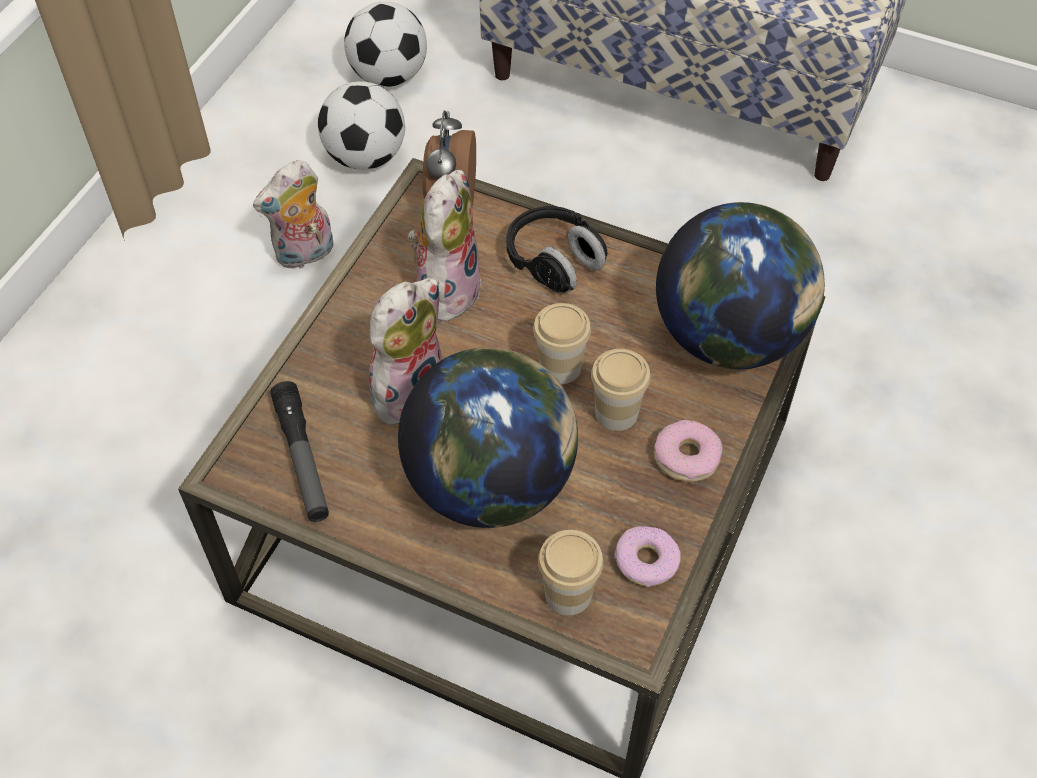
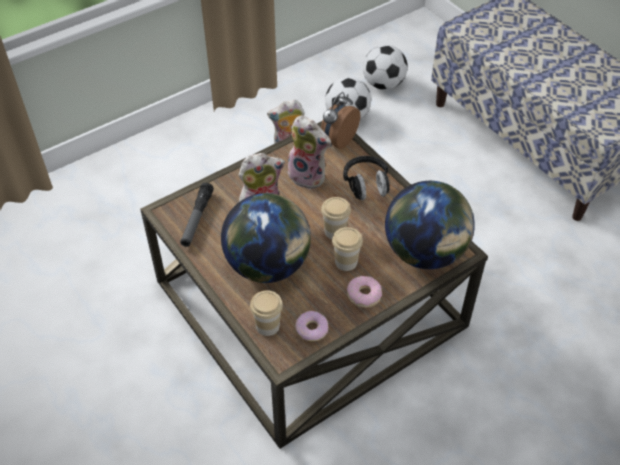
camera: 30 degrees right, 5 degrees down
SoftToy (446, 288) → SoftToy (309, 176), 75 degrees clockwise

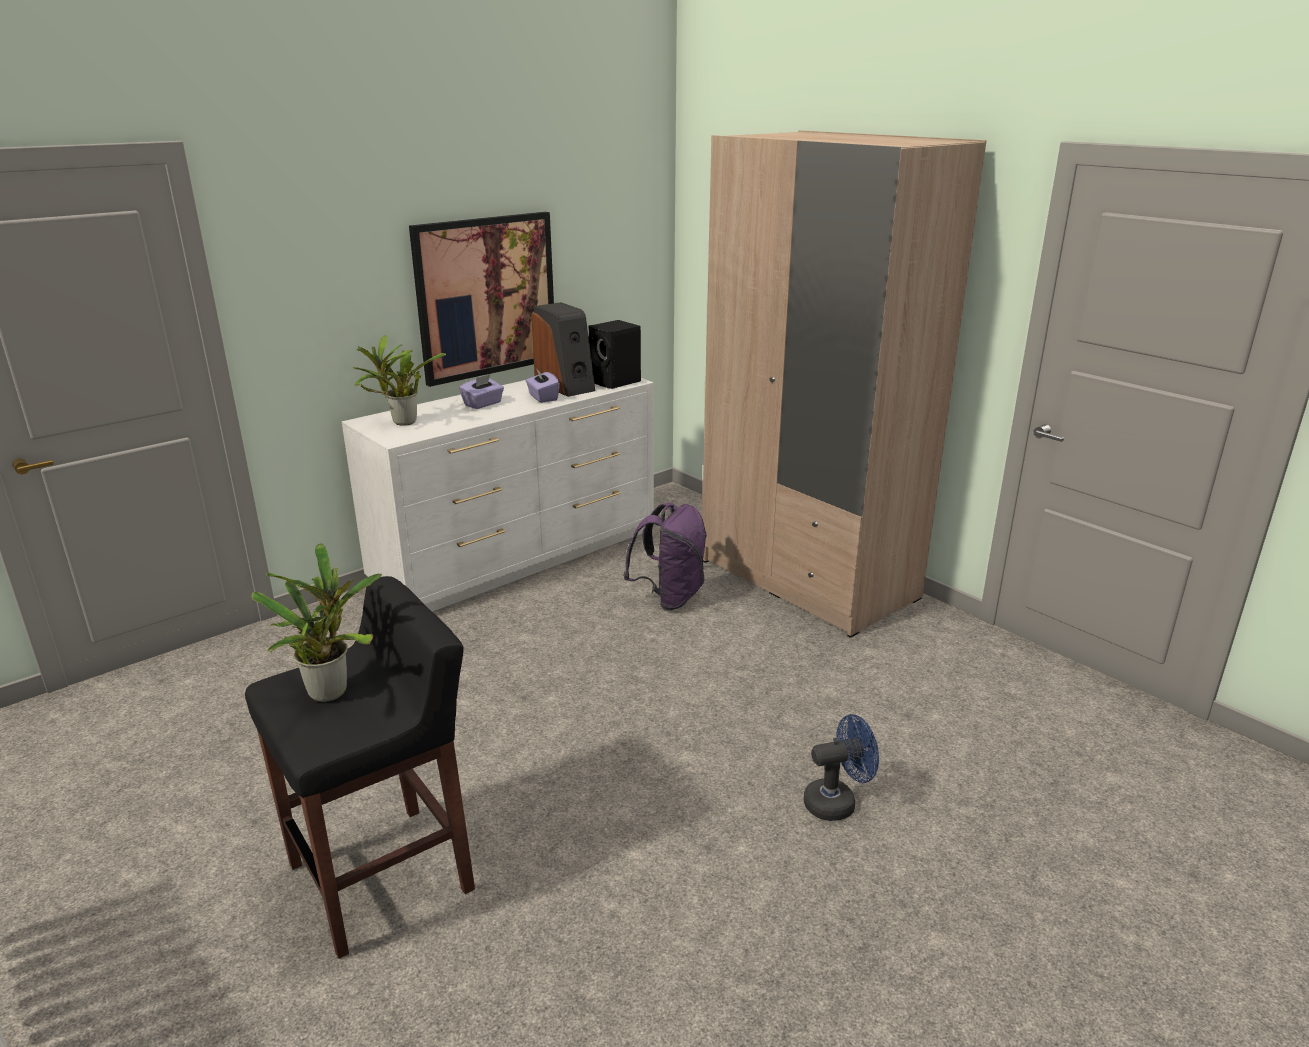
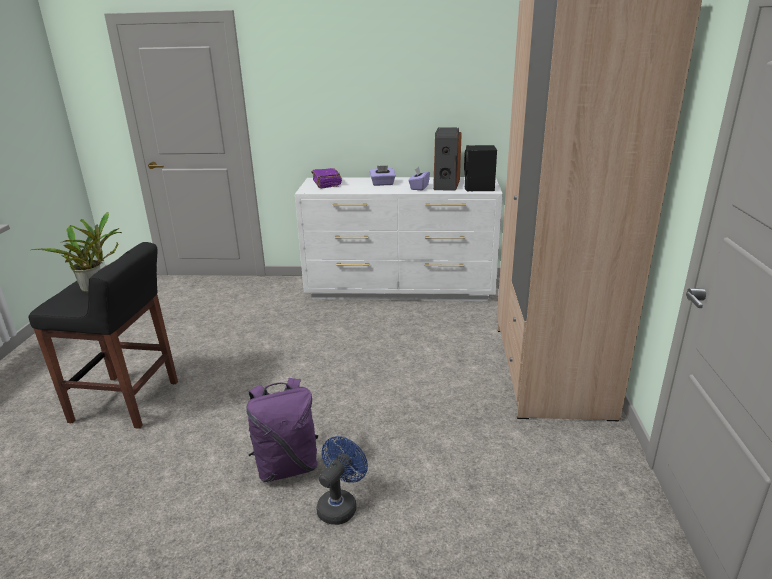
camera: 45 degrees right, 0 degrees up
WallArt (486, 297) → -
PlantInAPot (401, 423) → PurplishBoundBook (326, 184)
PurplishRucksack (670, 597) → PurplishRucksack (287, 466), move
BlueFan (837, 802) → BlueFan (340, 505), 90 degrees counterclockwise

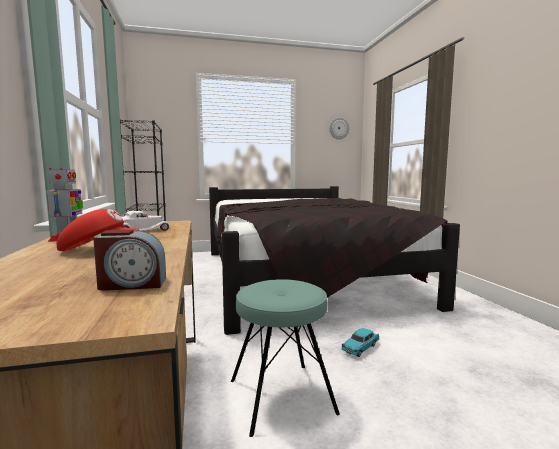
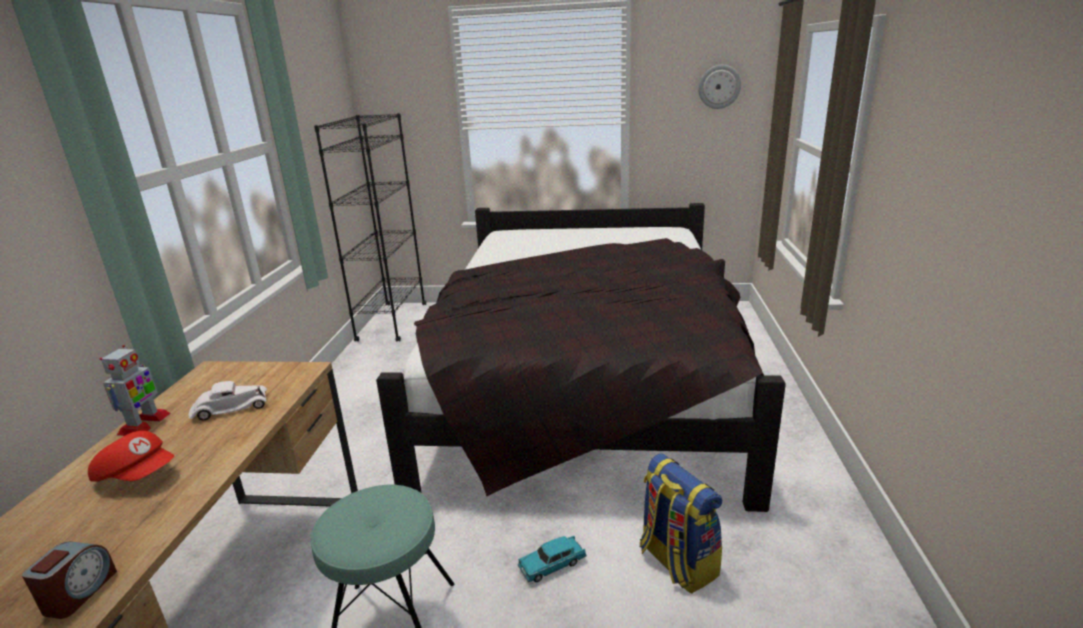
camera: 20 degrees right, 15 degrees up
TableClock (132, 284) → TableClock (79, 593), 90 degrees counterclockwise
- → Rucksack (676, 562)

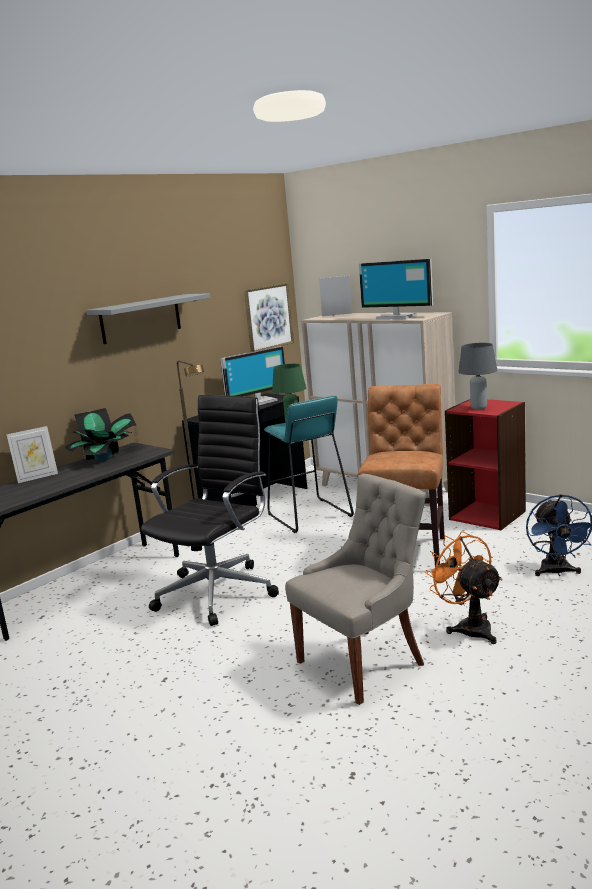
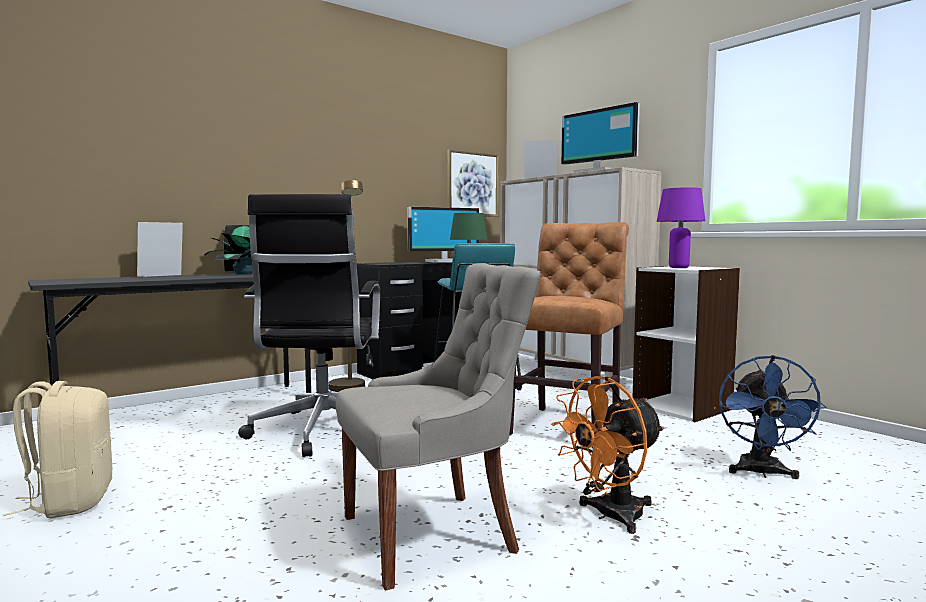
camera: 10 degrees right, 10 degrees down
GrayShelf (141, 318) → -
GrayLampForATable (478, 408) → PurplishLampForATable (678, 267)
BlackishOfficeChair (219, 591) → BlackishOfficeChair (321, 432), 135 degrees clockwise
ReddishBookshelf (488, 515) → WhitishBookshelf (682, 407)
StandingFrame (37, 477) → StandingFrame (161, 276), 150 degrees clockwise
OrangeyFan (469, 627) → OrangeyFan (610, 516), 105 degrees counterclockwise
- → BeigeRucksack (70, 502)

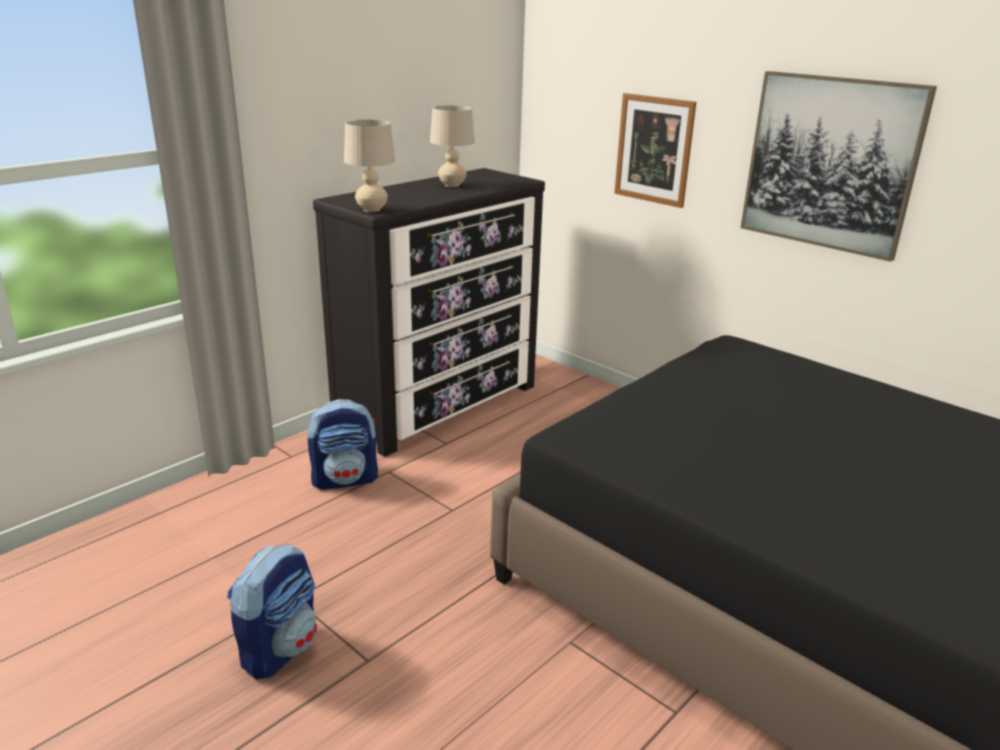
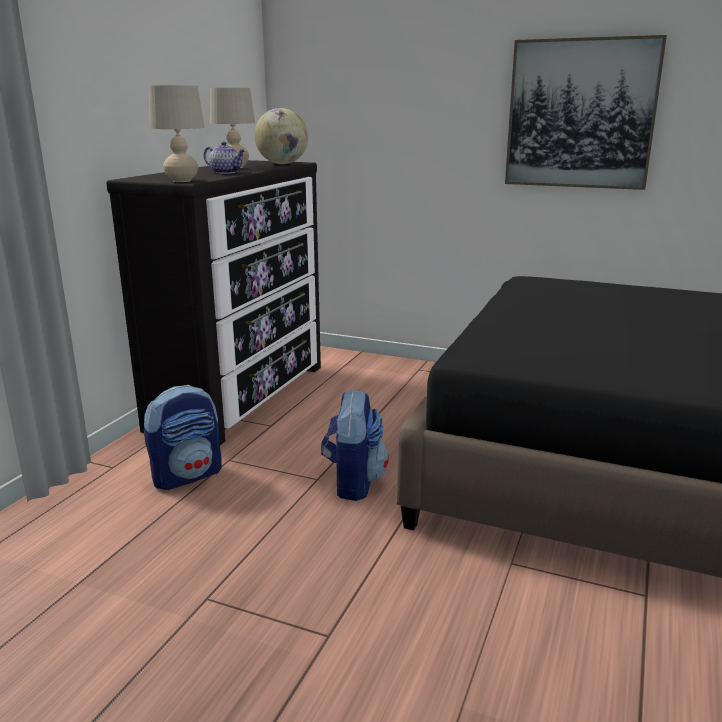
camera: 20 degrees left, 5 degrees down
WallArt (654, 150) → -
Rucksack (279, 648) → Rucksack (353, 482), move
- → Globe (282, 164)
- → Teapot (226, 172)

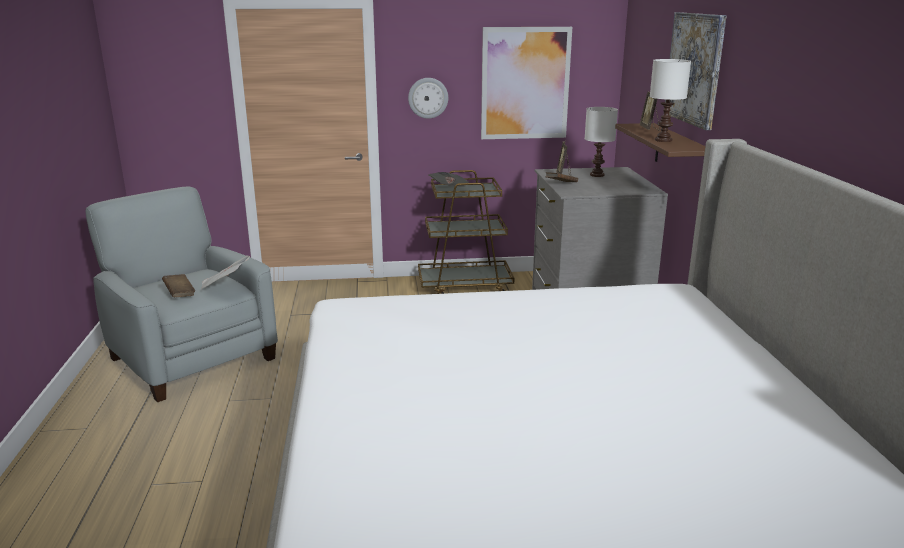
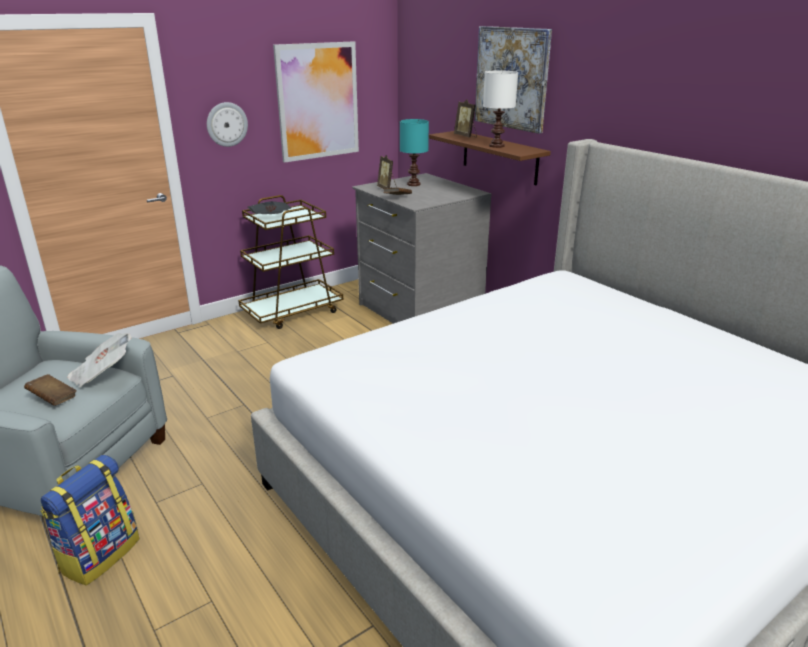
camera: 30 degrees left, 5 degrees up
WhitishLampForATable (596, 175) → TurquoiseLampForATable (413, 184)
- → Rucksack (100, 554)

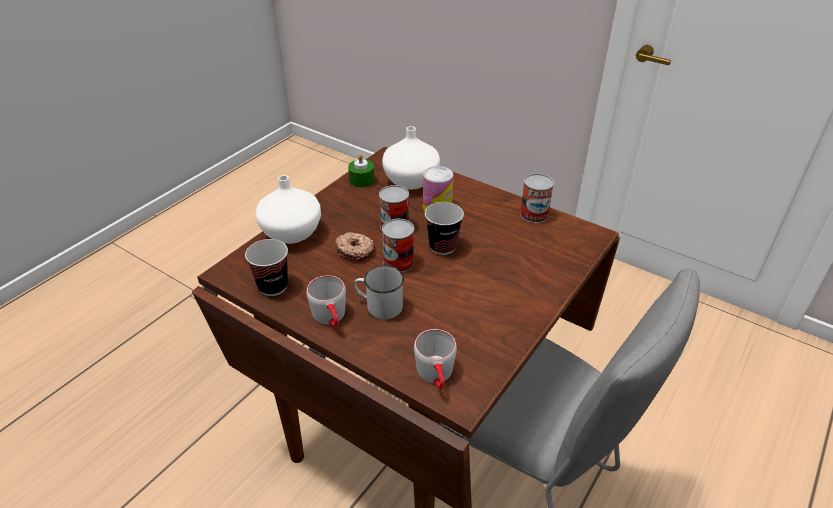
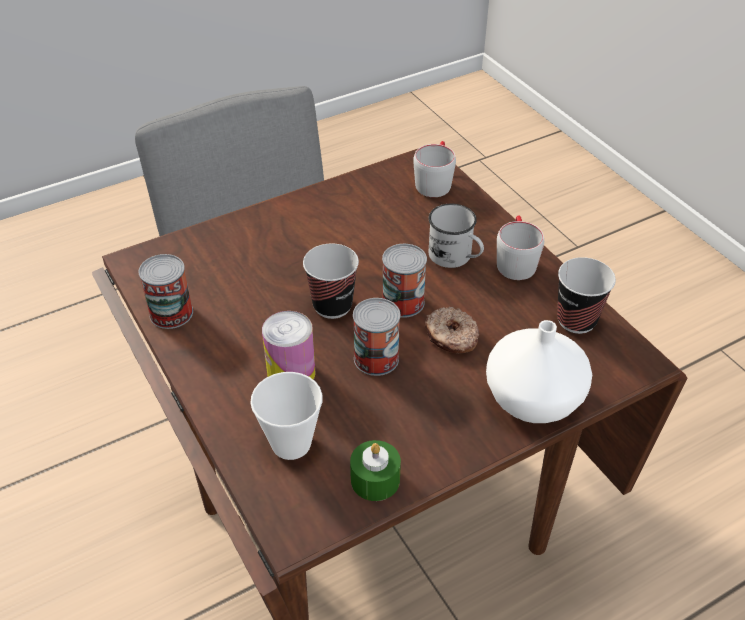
camera: 155 degrees left, 5 degrees up
WhitishFlowerVase (412, 181) → DrinkingCup (291, 443)

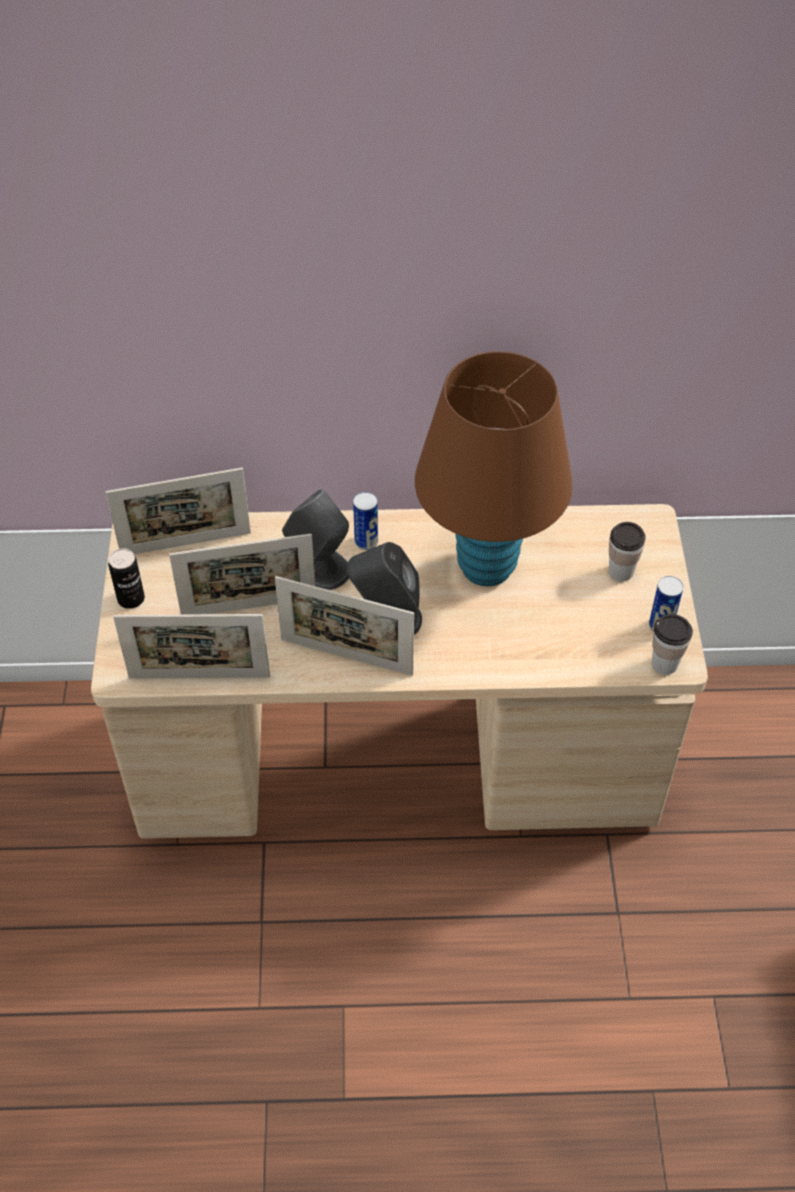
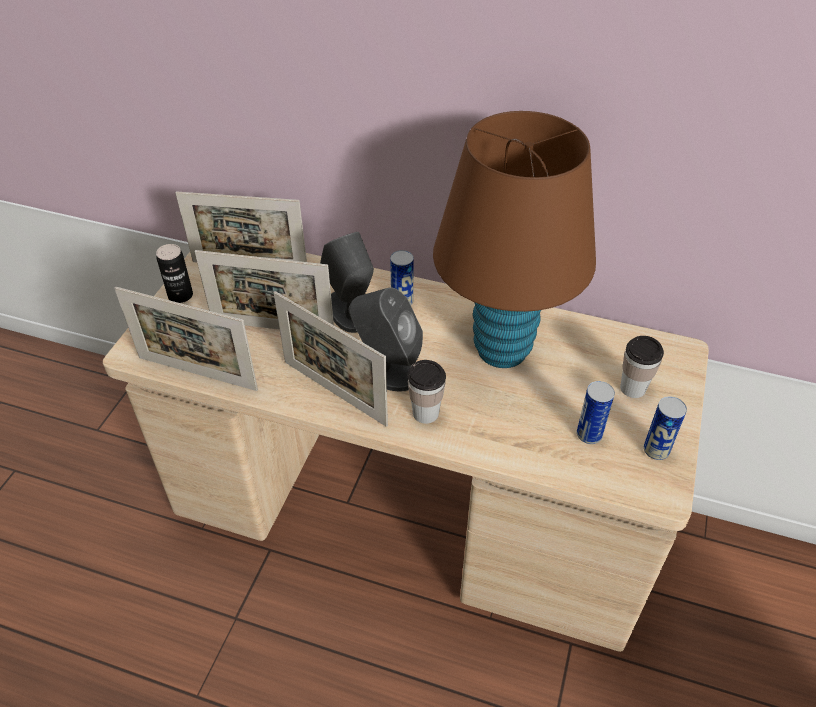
camera: 20 degrees right, 5 degrees down
DrinkingCup (664, 664) → DrinkingCup (425, 413), move
- → SealedCan (589, 434)

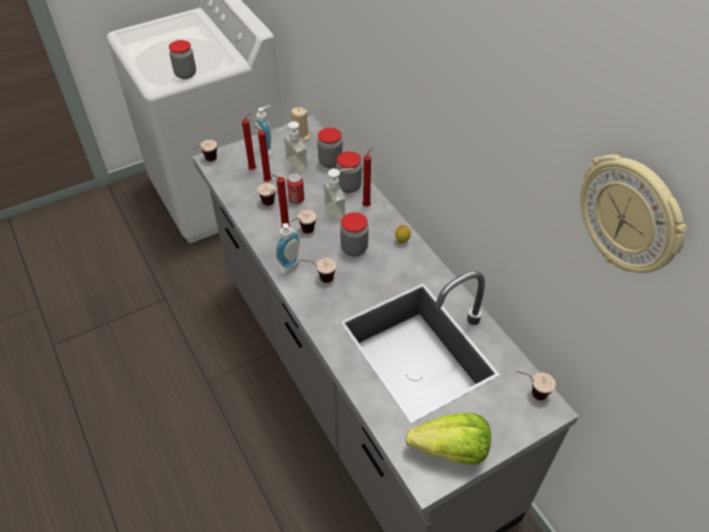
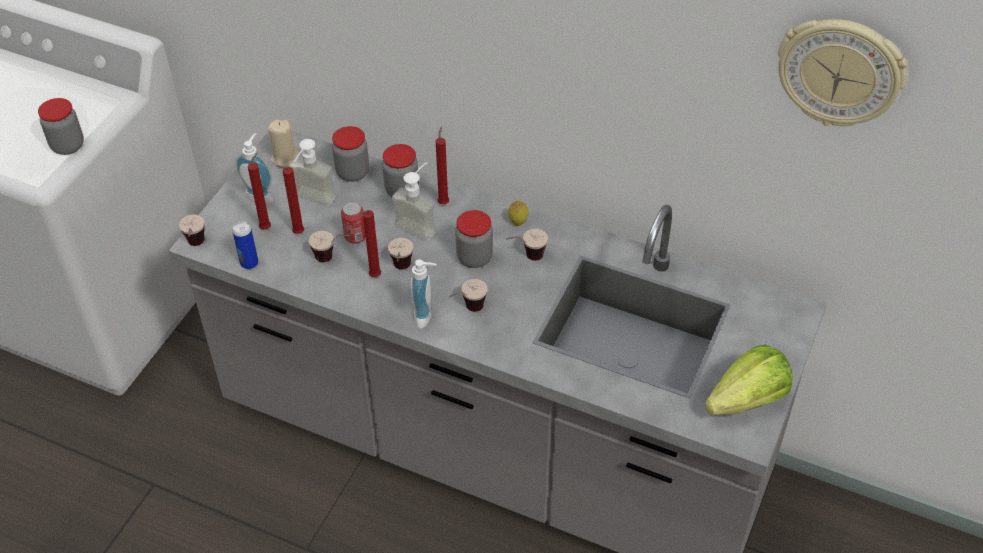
camera: 35 degrees left, 0 degrees up
DrinkingCup (529, 393) → DrinkingCup (525, 258), move
- → SealedCan (249, 263)

